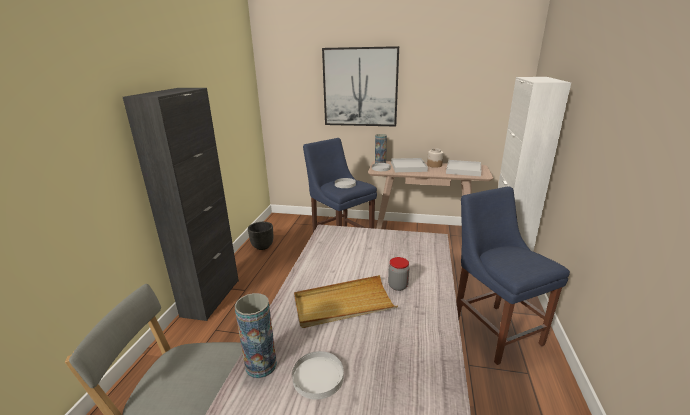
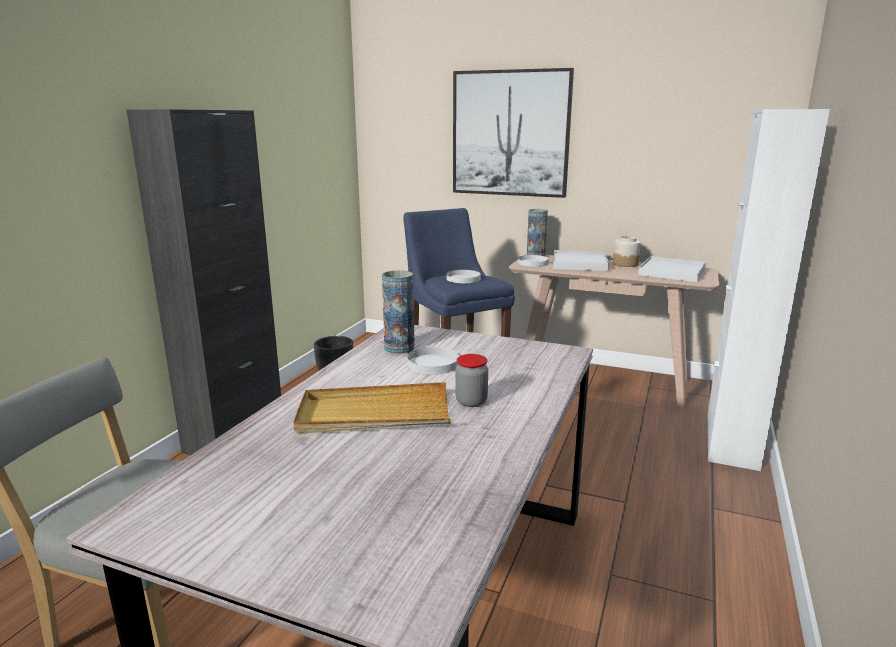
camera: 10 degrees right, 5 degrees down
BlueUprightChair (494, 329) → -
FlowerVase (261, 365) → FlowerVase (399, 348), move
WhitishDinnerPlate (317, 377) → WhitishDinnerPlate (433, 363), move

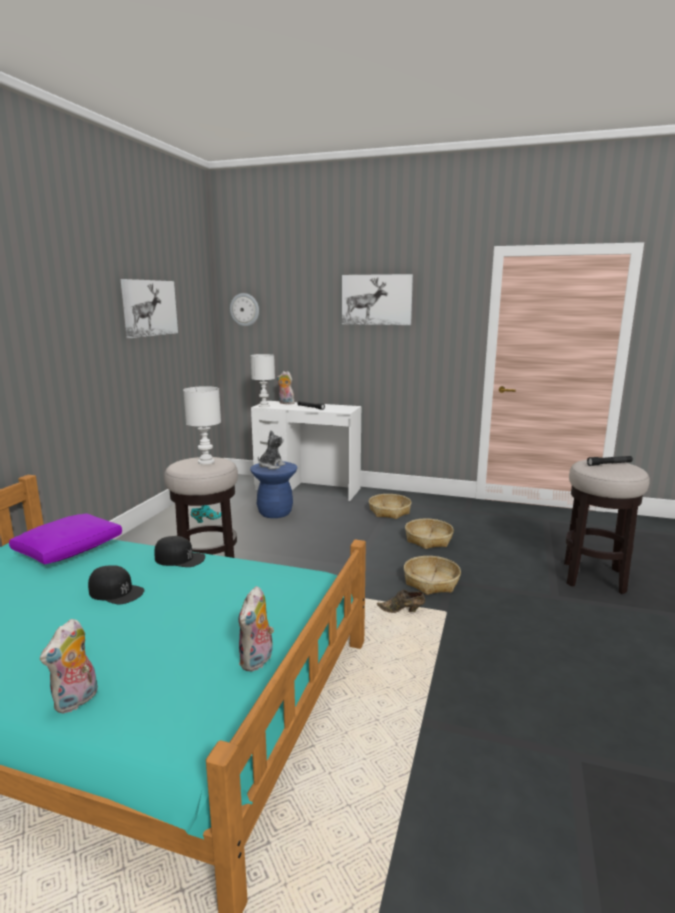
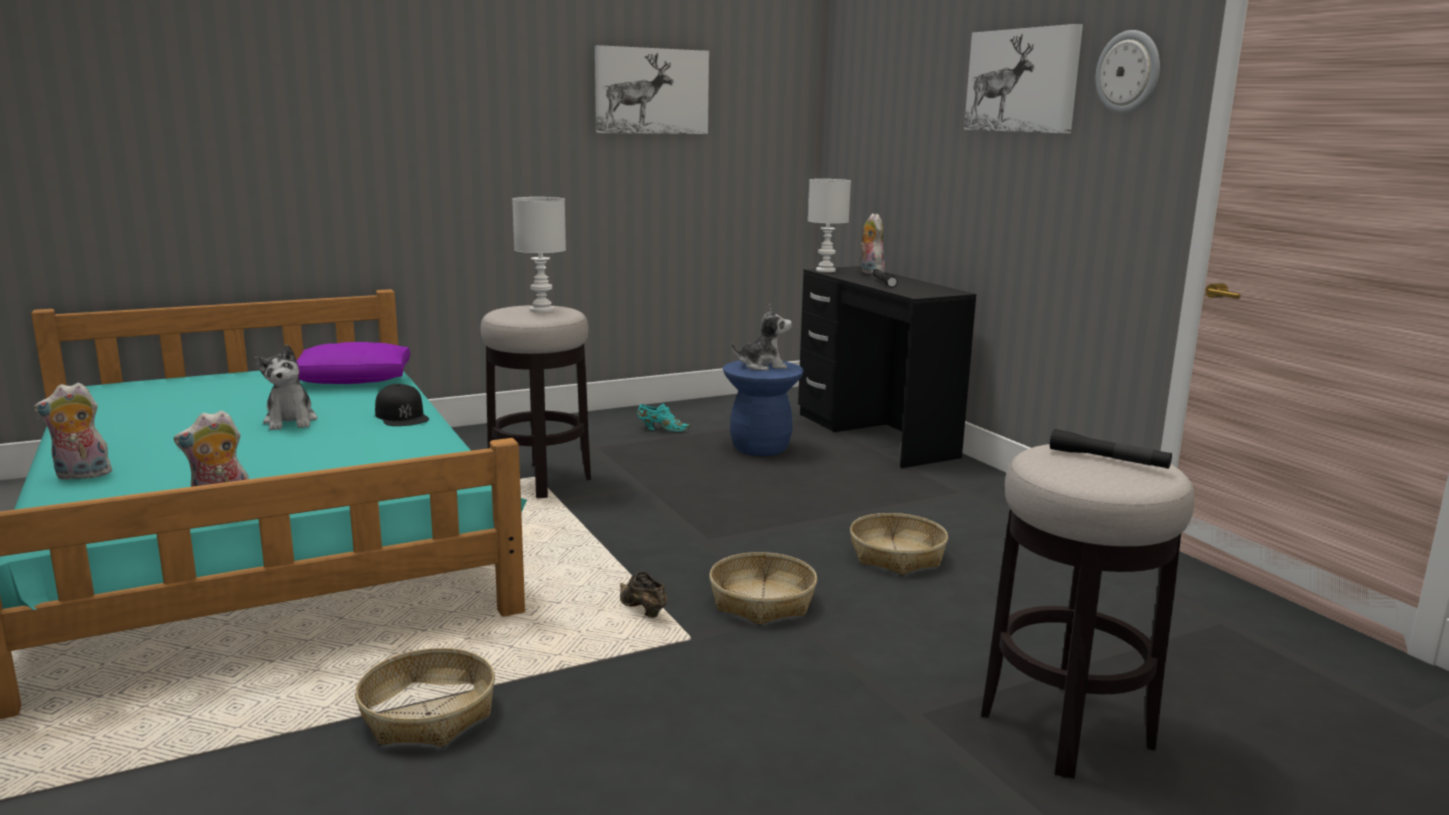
camera: 45 degrees right, 0 degrees up
ClockOnTheWall (244, 309) → ClockOnTheWall (1129, 72), move
WhitishDesk (308, 489) → BlackishDesk (875, 435)
HouseholdBasket (389, 511) → HouseholdBasket (429, 714), move
BlackishBaseballCap (116, 591) → SoftToy (291, 421)

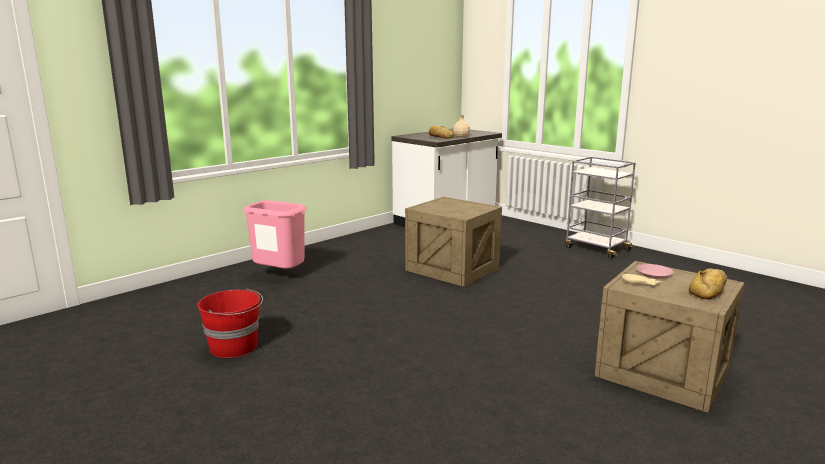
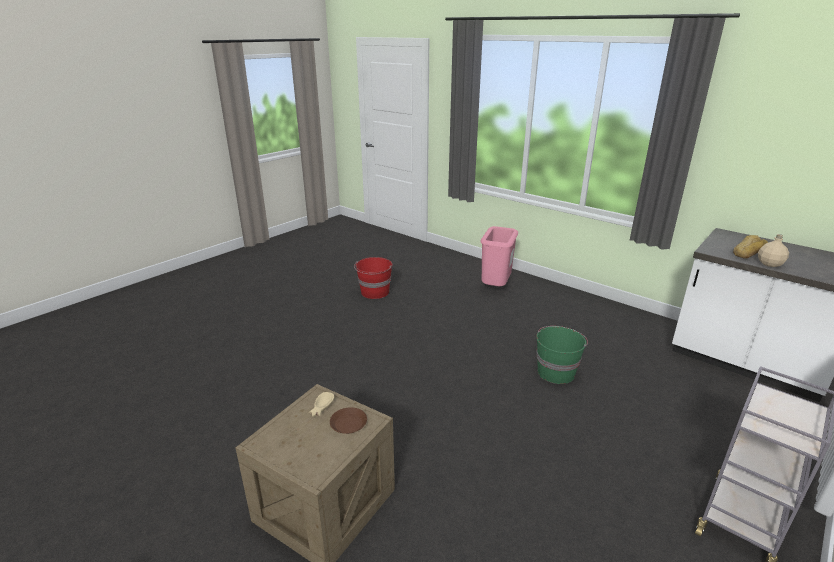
camera: 85 degrees right, 10 degrees up
ShippingCrate (453, 269) → GreenBucket (556, 372)
PinkDinnerPlate (654, 274) → BrownishDinnerPlate (348, 423)
BakeryBread (709, 289) → -

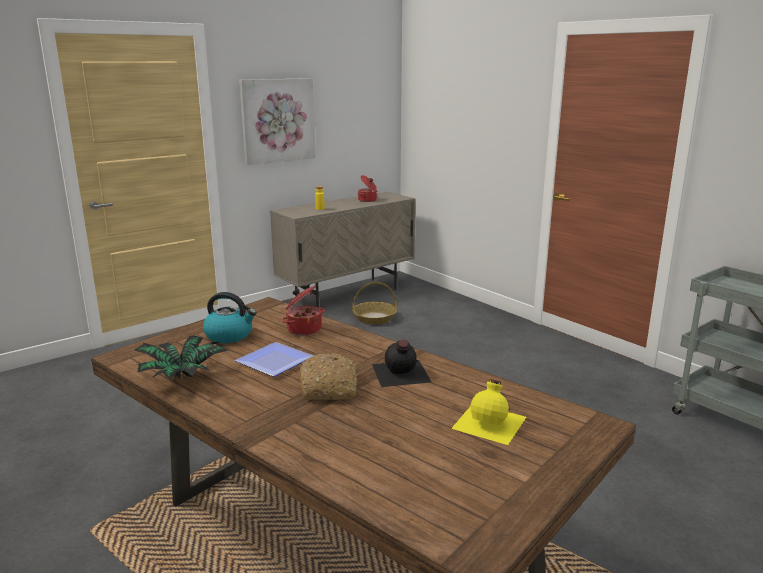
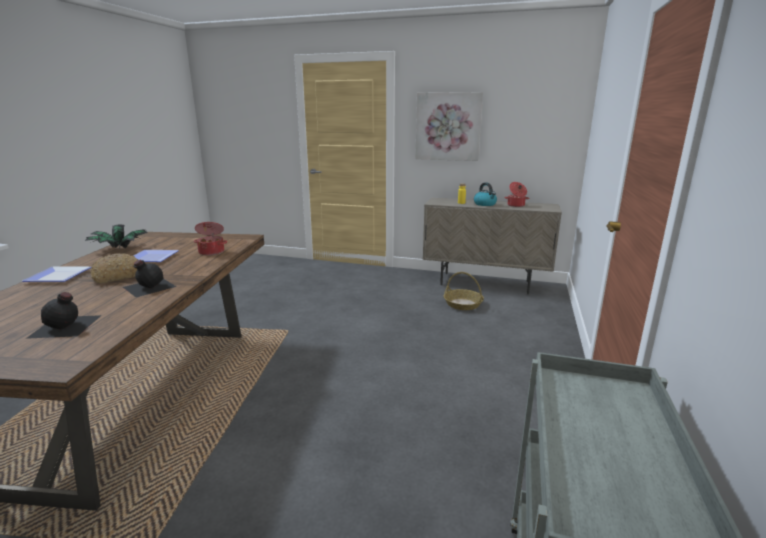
camera: 55 degrees right, 0 degrees up
TeaKettle (230, 335) → TeaKettle (485, 204), move
YellowBottle (490, 422) → BlackishBottle (66, 326)
- → DinnerPlate (56, 277)

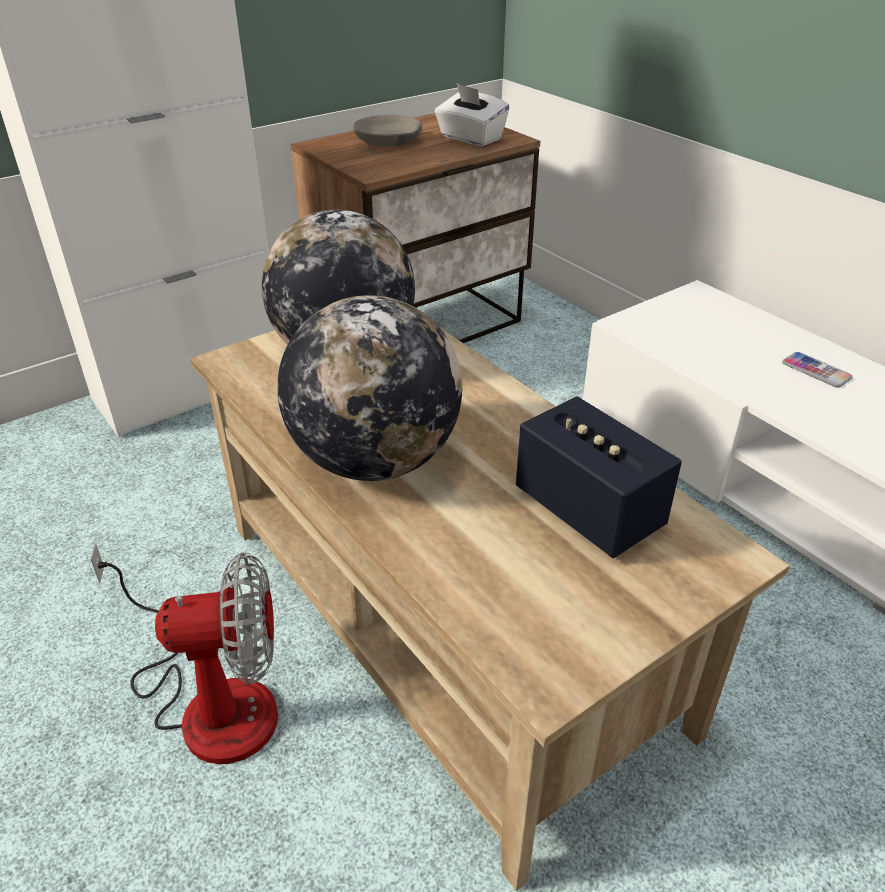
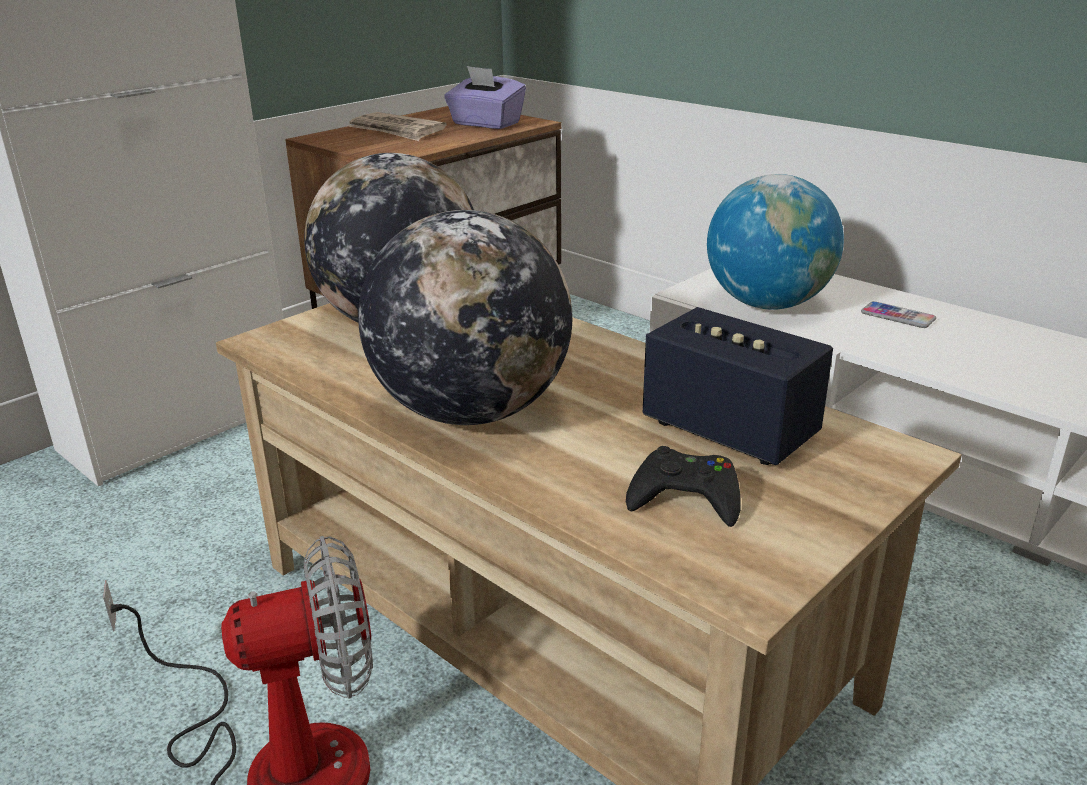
camera: 10 degrees left, 10 degrees down
WhitishBoxOfTissues (470, 138) → PurplishBoxOfTissues (485, 124)
GrayBowl (388, 142) → PrintedPaper (396, 131)
- → Globe (767, 304)
- → BlackishGamepad (685, 497)

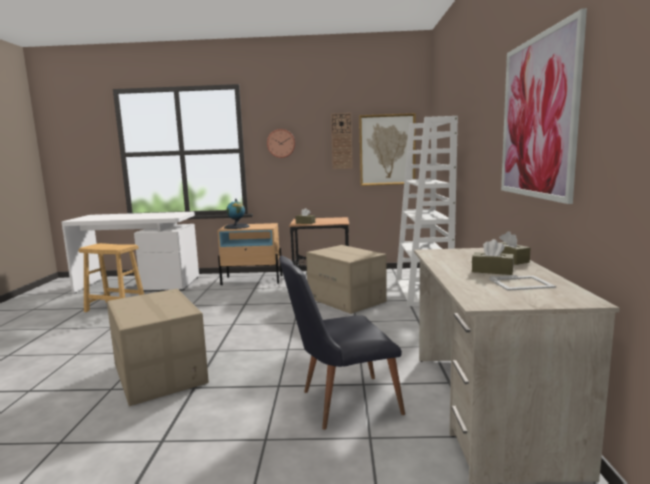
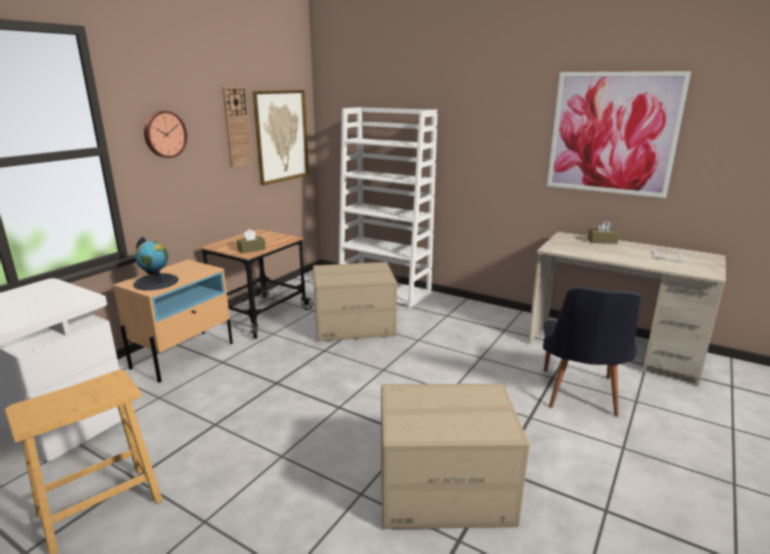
camera: 60 degrees left, 10 degrees up
BrownishBoxOfTissues (492, 271) → -

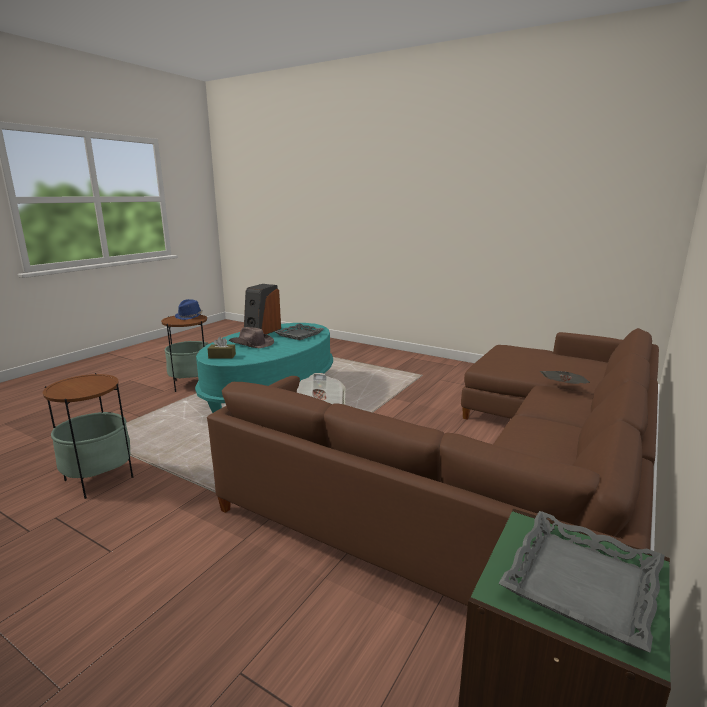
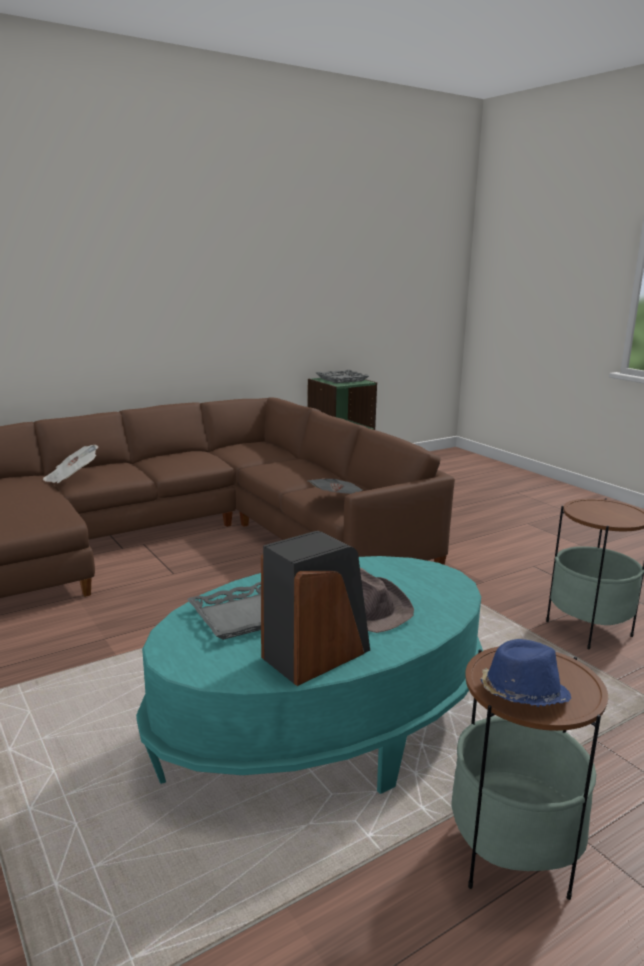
camera: 155 degrees left, 0 degrees up
BrownishBoxOfTissues (222, 356) → -

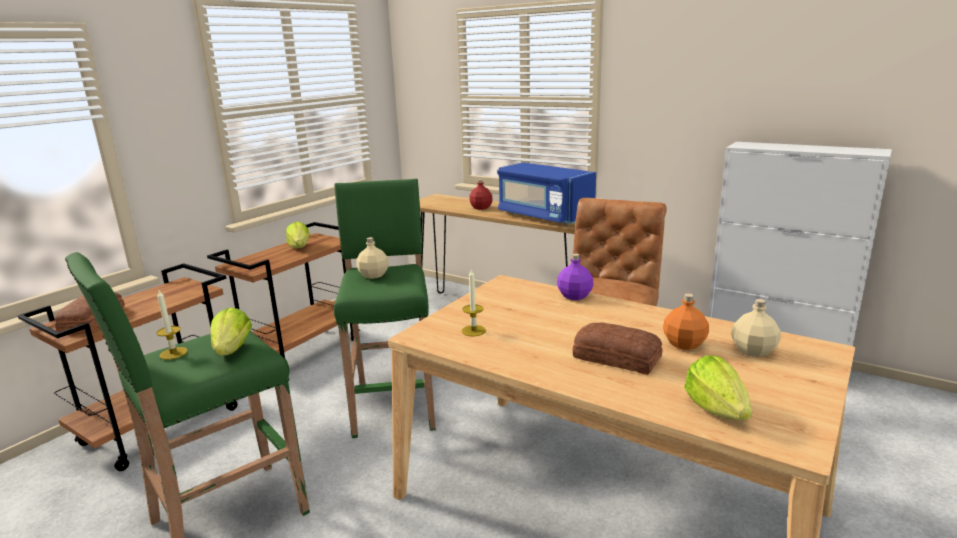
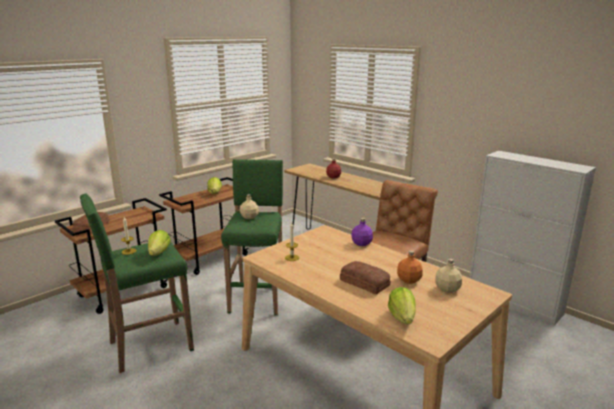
camera: 10 degrees right, 0 degrees up
BlueKitchenMicrowave (543, 216) → -

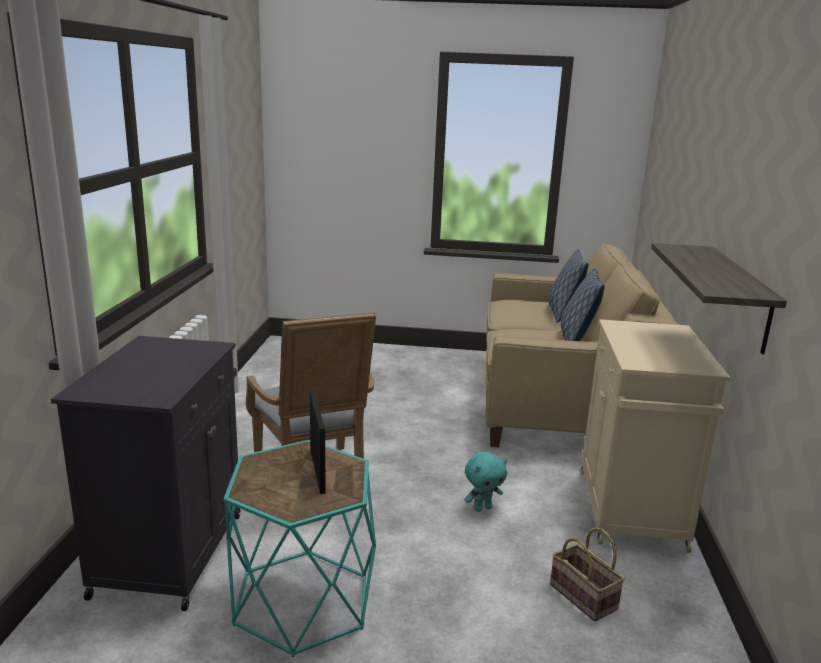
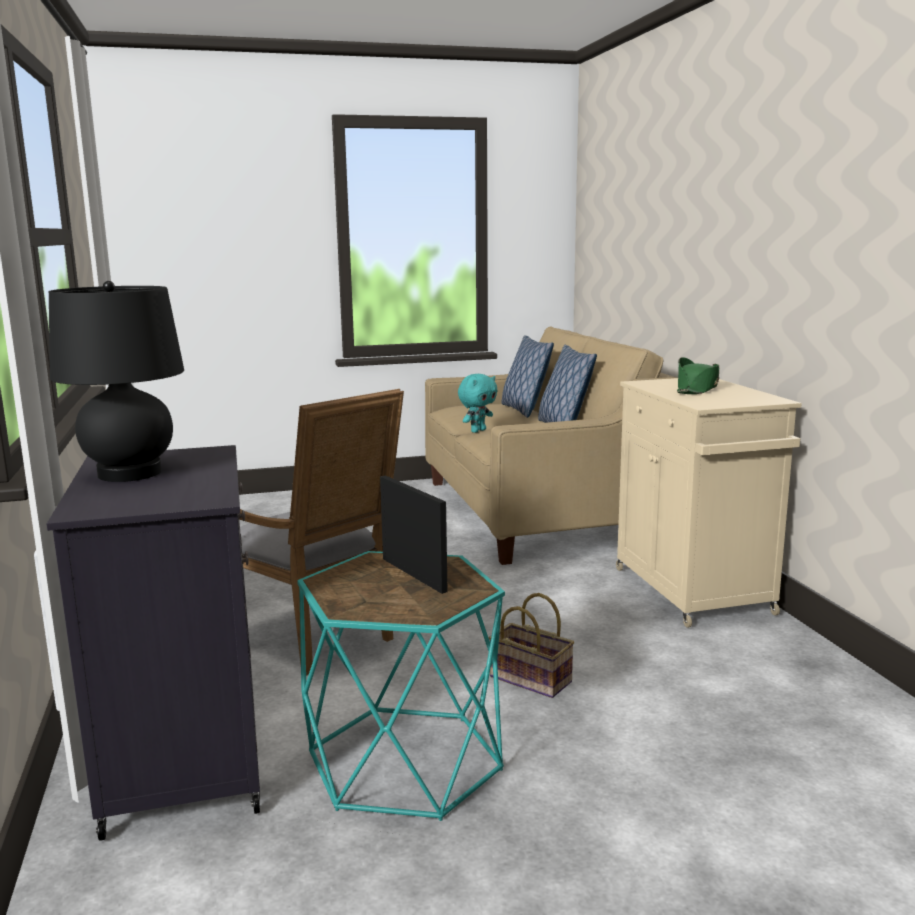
camera: 20 degrees left, 5 degrees down
Shelf (739, 297) → -
TurquoiseSoftToy (482, 508) → TurquoiseSoftToy (478, 431), move
HouseholdBasket (585, 597) → HouseholdBasket (533, 679), move
- → BlackishLampForATable (130, 473)
- → GreenClothingHat (697, 389)

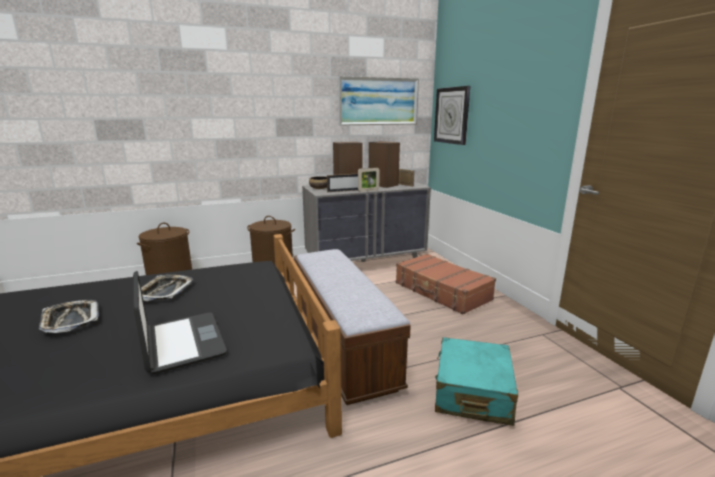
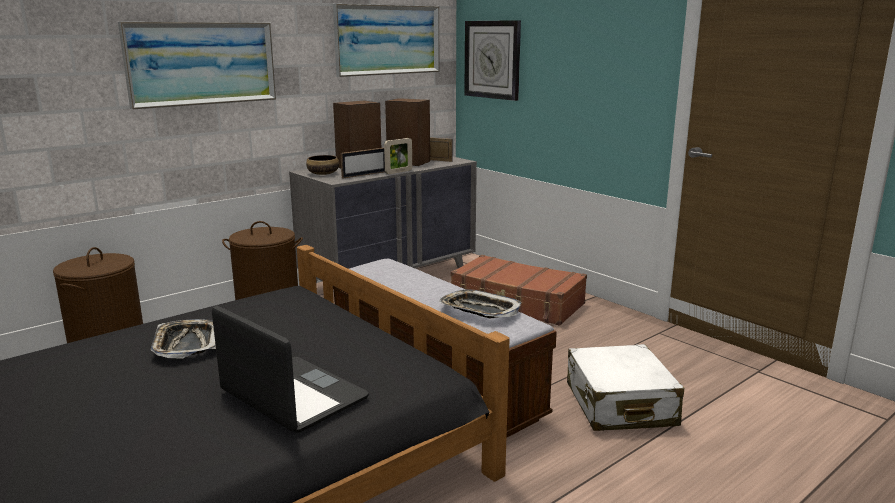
camera: 20 degrees left, 0 degrees up
Tray (70, 320) → Tray (479, 310), move
TurquoisePieceOfLuggage (472, 392) → WhitishPieceOfLuggage (619, 404)
- → WallArt (202, 63)

